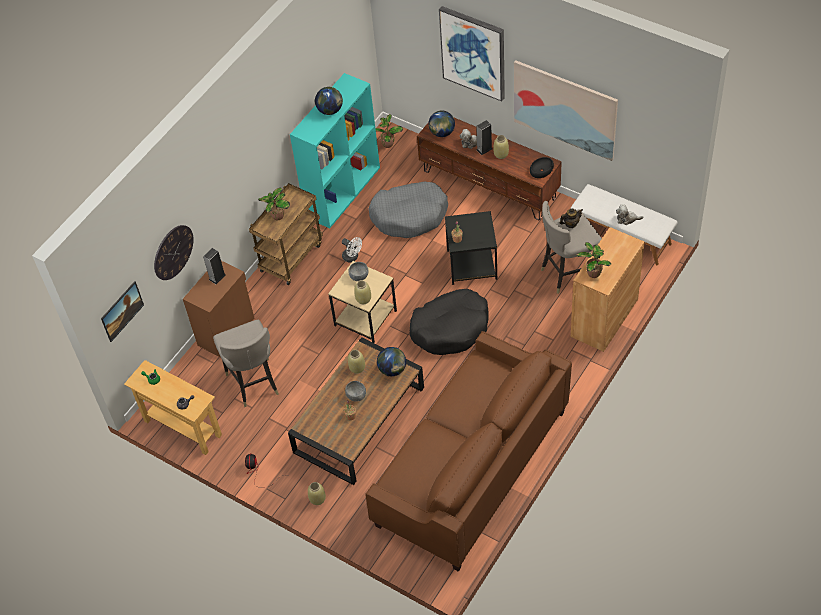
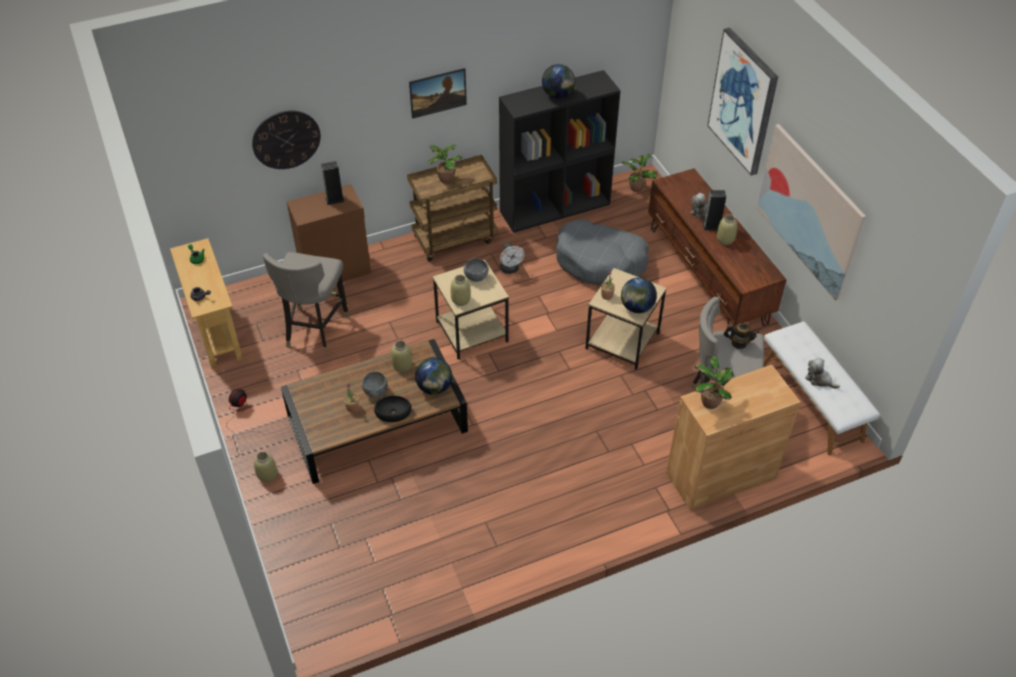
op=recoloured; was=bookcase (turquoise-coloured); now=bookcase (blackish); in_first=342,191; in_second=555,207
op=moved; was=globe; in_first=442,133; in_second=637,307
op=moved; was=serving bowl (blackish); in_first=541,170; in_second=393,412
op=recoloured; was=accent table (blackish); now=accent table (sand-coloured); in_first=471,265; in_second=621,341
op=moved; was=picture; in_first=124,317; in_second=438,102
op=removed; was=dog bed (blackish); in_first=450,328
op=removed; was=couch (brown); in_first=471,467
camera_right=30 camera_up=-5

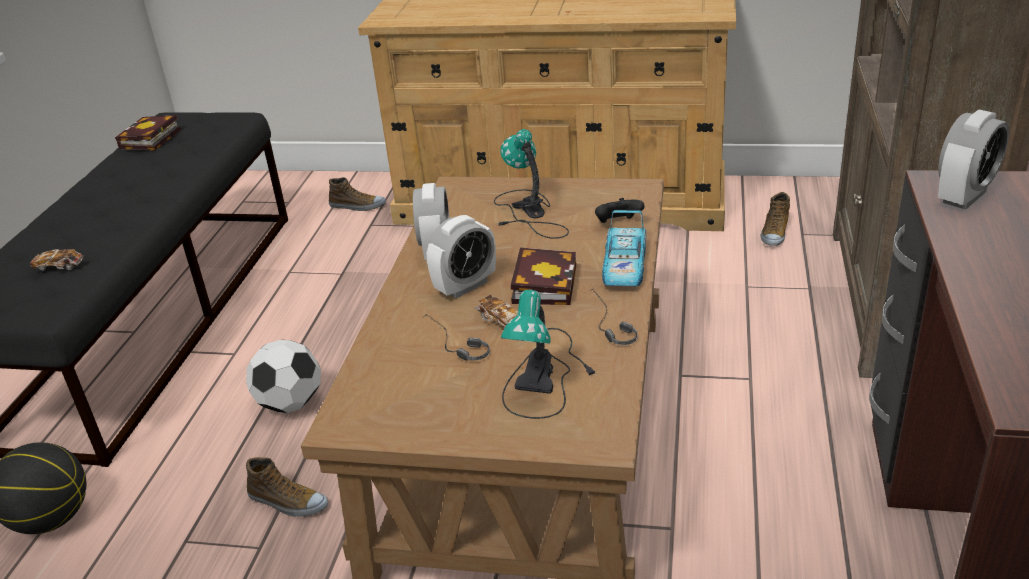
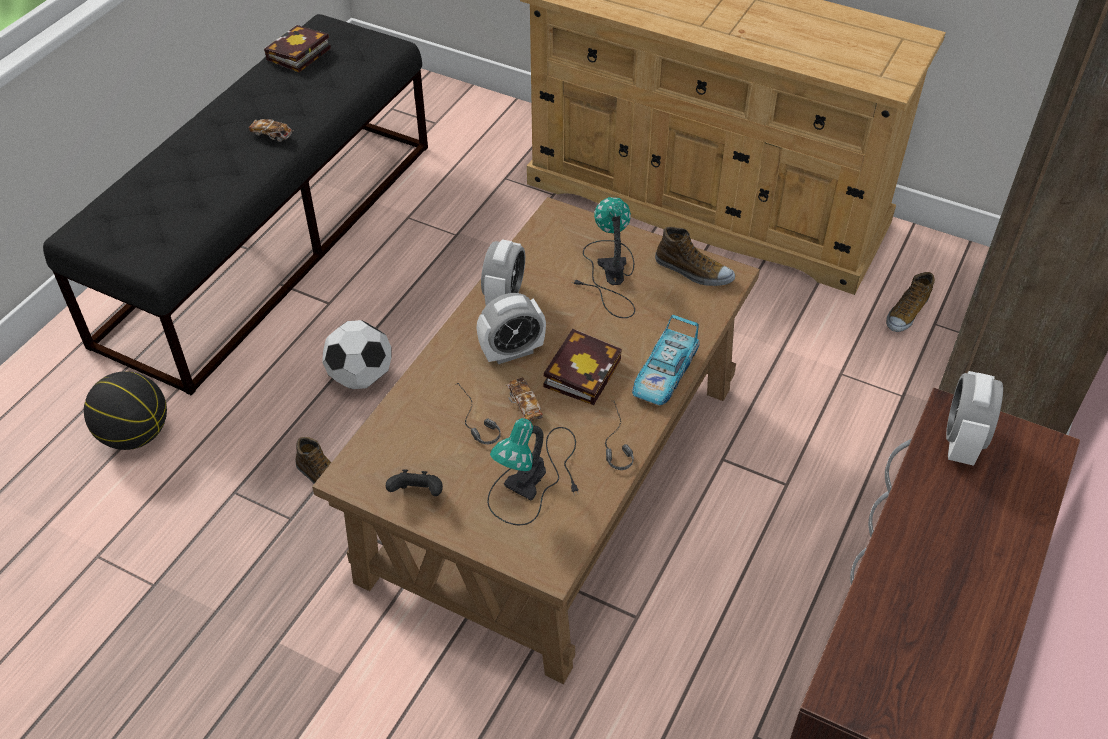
op=turned; was=table clock; in_first=964,197; in_second=961,442; clockwise=135
op=moved; was=low shoe; in_first=357,206; in_second=693,271
op=moved; was=game controller (blackish); in_first=617,224; in_second=417,494
op=moved; was=model car; in_first=59,267; in_second=272,135
camera_right=15 camera_up=15

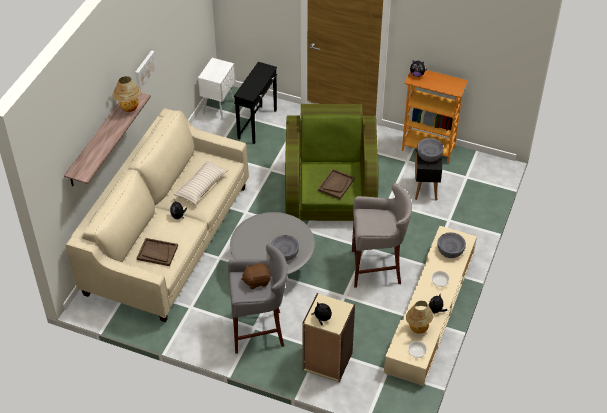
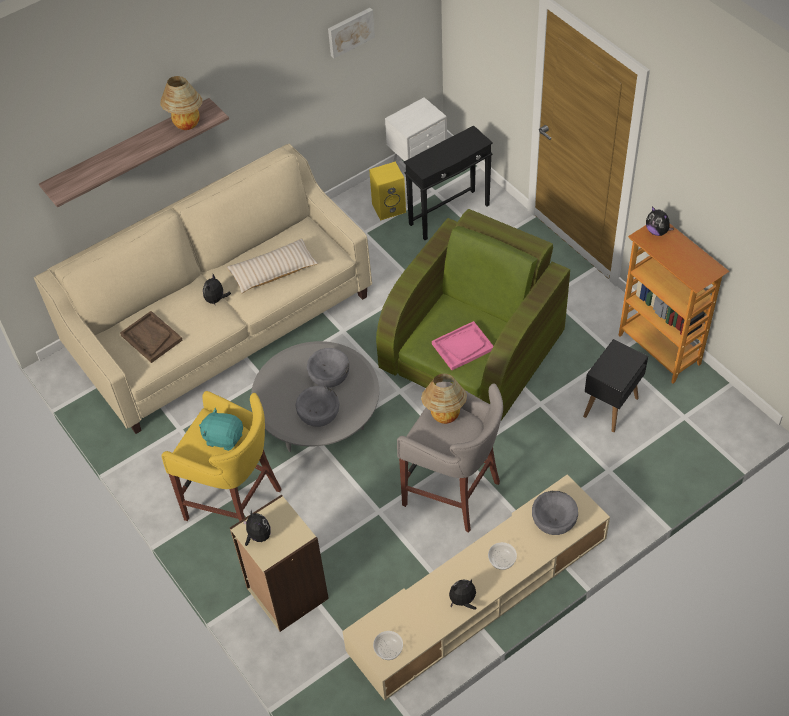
op=moved; was=picture; in_first=144,70; in_second=350,31
op=moved; was=serving bowl (grey); in_first=429,155; in_second=329,375
op=recoloured; was=serving tray (brown); now=serving tray (pink); in_first=336,185; in_second=463,346
op=recoloured; was=sitting stool (grey); now=sitting stool (yellow); in_first=259,330; in_second=236,503
op=recoloured; was=soft toy (brown); now=soft toy (turquoise-coloured); in_first=256,281; in_second=223,437
op=moved; was=table lamp; in_first=417,329; in_second=444,417
op=added; now=audio speaker (yellow); in_second=389,207
camera_right=35 camera_up=5

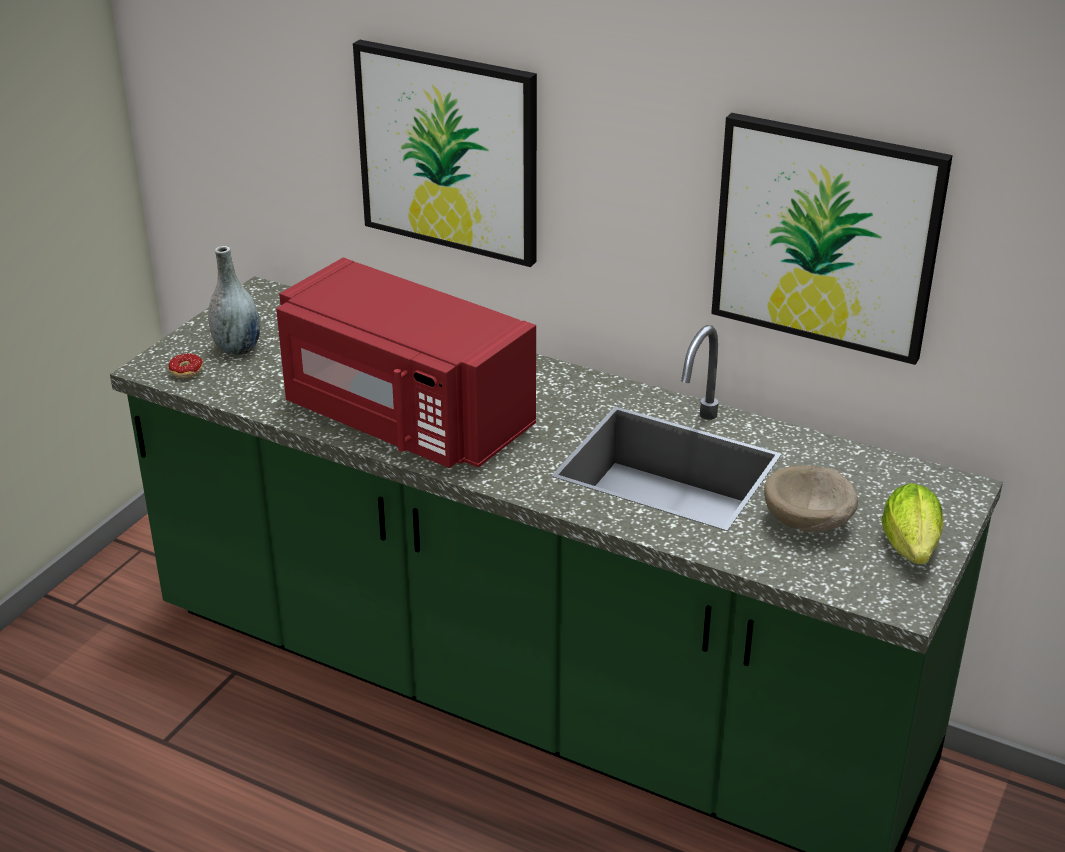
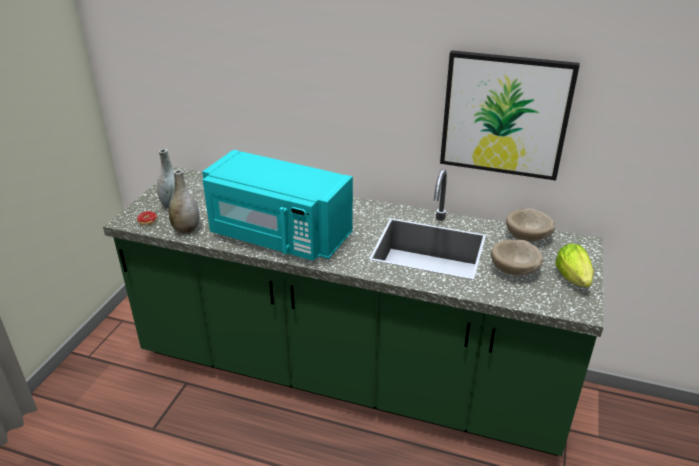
op=removed; was=picture; in_first=449,151
op=recoloured; was=microwave (red-coloured); now=microwave (turquoise-coloured); in_first=404,419; in_second=278,236
op=added; now=decorative vase (grey); in_second=186,229
op=added; now=serving bowl (sand-coloured); in_second=528,238
camera_right=-10 camera_up=0

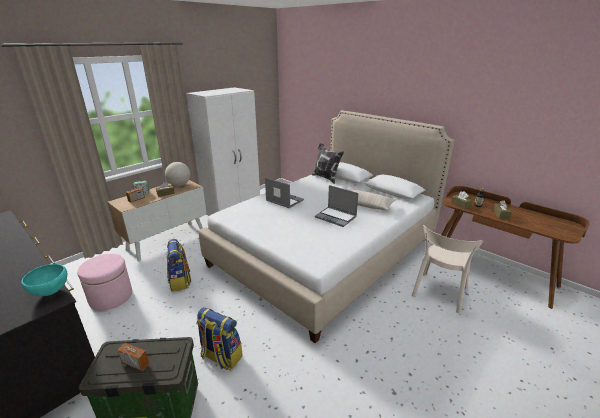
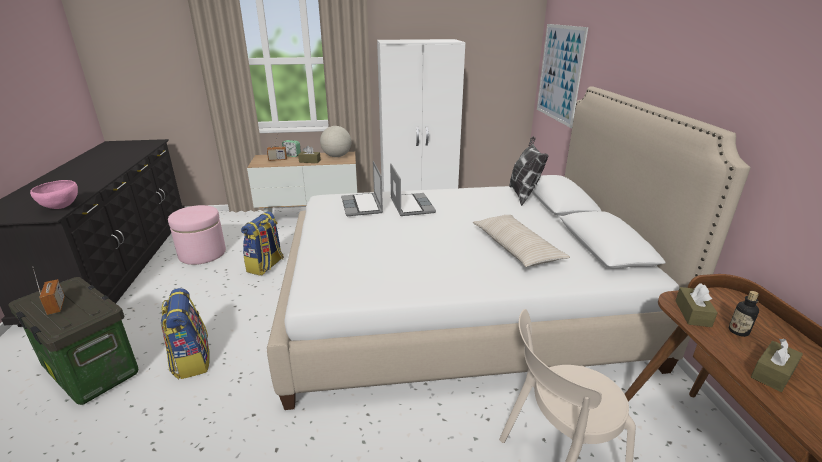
op=moved; was=notebook computer; in_first=336,217; in_second=362,206
op=recoloured; was=serving bowl (turquoise-coloured); now=serving bowl (pink); in_first=51,292; in_second=61,207
op=added; now=picture; in_second=559,73
camera_right=40 camera_up=0

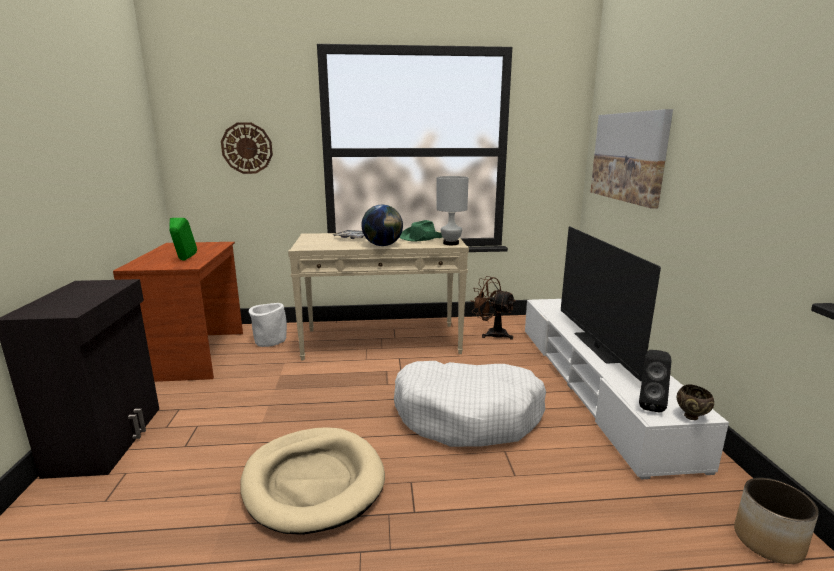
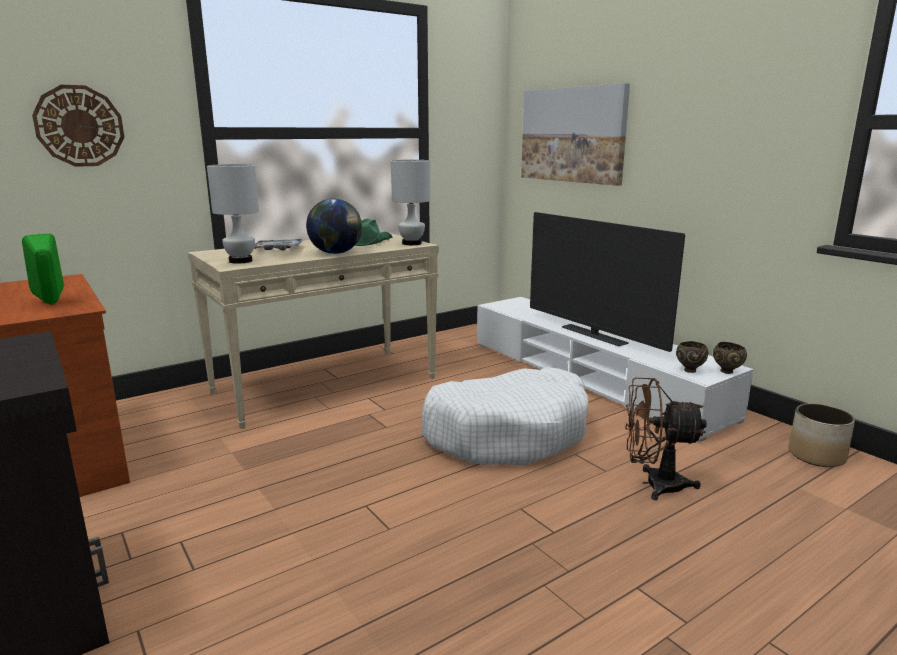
op=moved; was=fan (brown); in_first=492,333; in_second=654,484
op=removed; was=plant pot (white); in_first=270,341
op=replaced; was=audio speaker (blackish); now=serving bowl (brown); in_first=650,404; in_second=689,370
op=removed; was=dog bed (sand-coloured); in_first=313,482
op=added; now=table lamp (white); in_second=241,261
camera_right=-30 camera_up=0

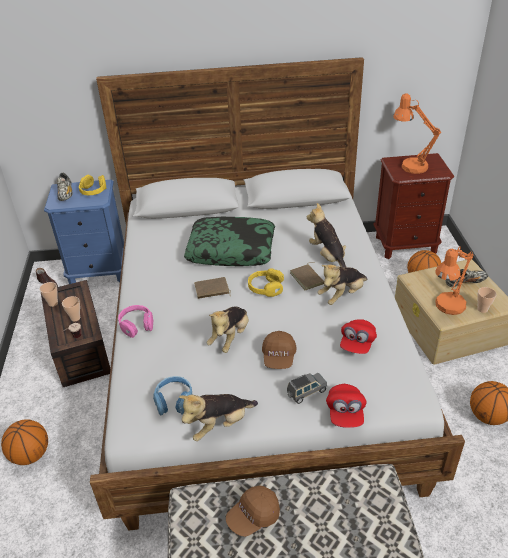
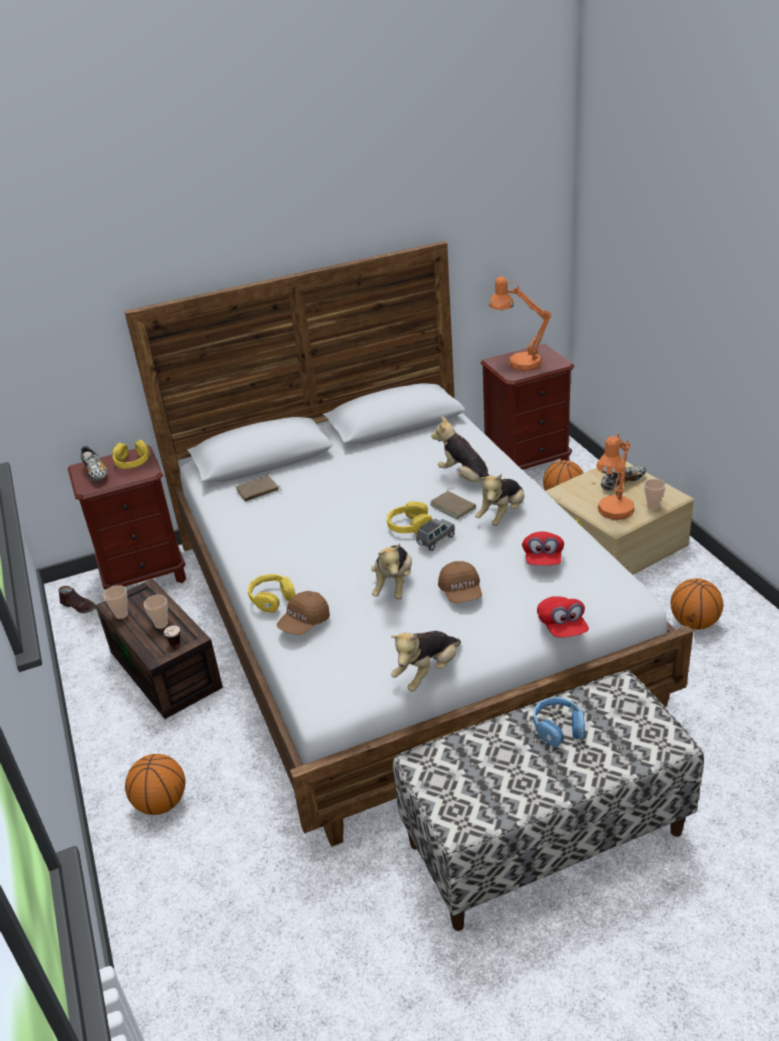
op=recoloured; was=nightstand (bluish); now=nightstand (brown); in_first=99,272; in_second=144,576
op=removed; was=cushion; in_first=231,249
op=moved; was=volume (brown); in_first=212,290; in_second=258,491
op=recoloured; was=pair of headphones (pink); now=pair of headphones (yellow); in_first=137,325; in_second=272,598
op=moved; was=model car (grey); in_first=306,392; in_second=435,541
op=moved; was=pair of headphones (bluish); in_first=174,400; in_second=558,728
op=moved; was=baseball cap (brown); in_first=253,516; in_second=304,623
camera_right=-15 camera_up=-5

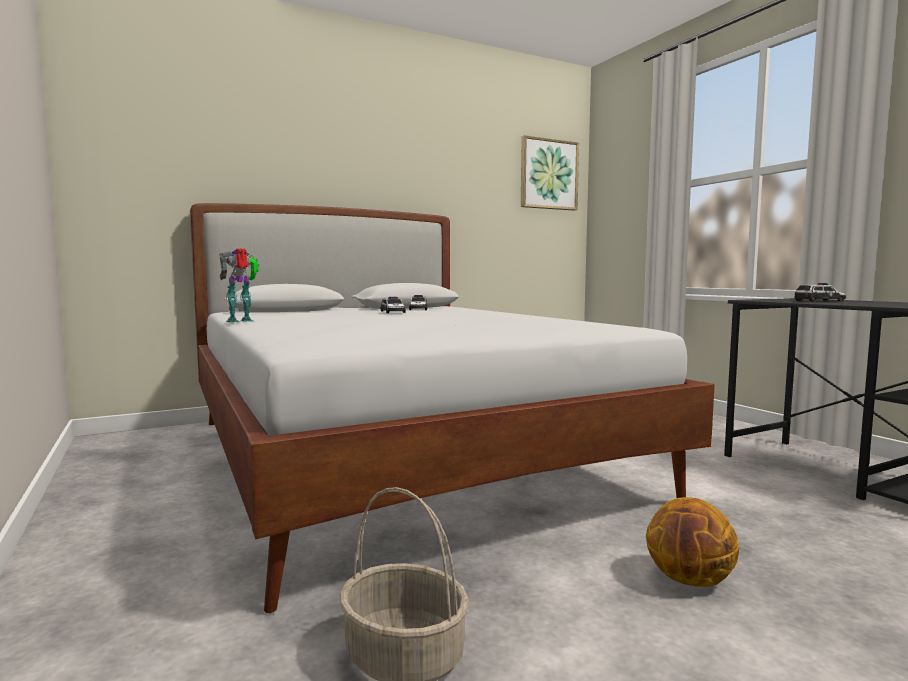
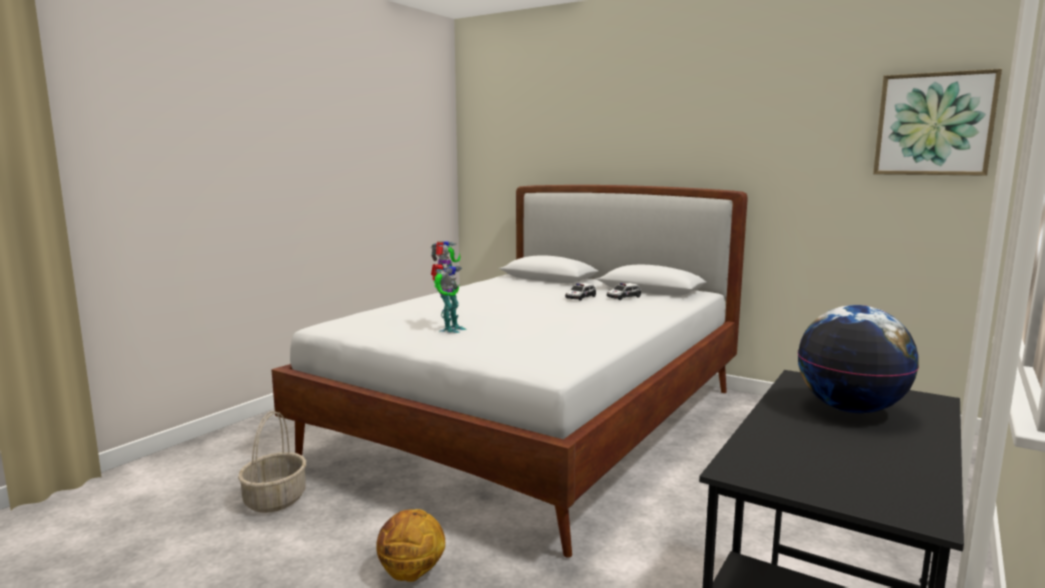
op=replaced; was=model car; now=globe; in_first=820,301; in_second=850,409
op=added; now=robot figure; in_second=449,329
camera_right=60 camera_up=5

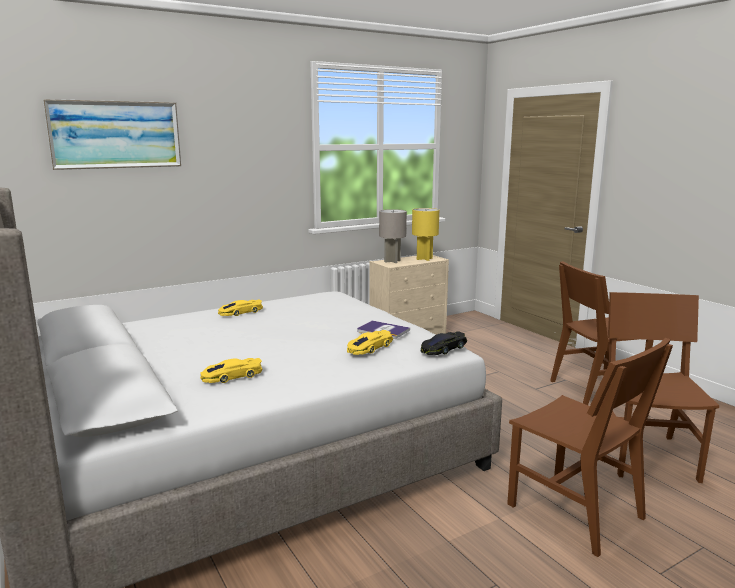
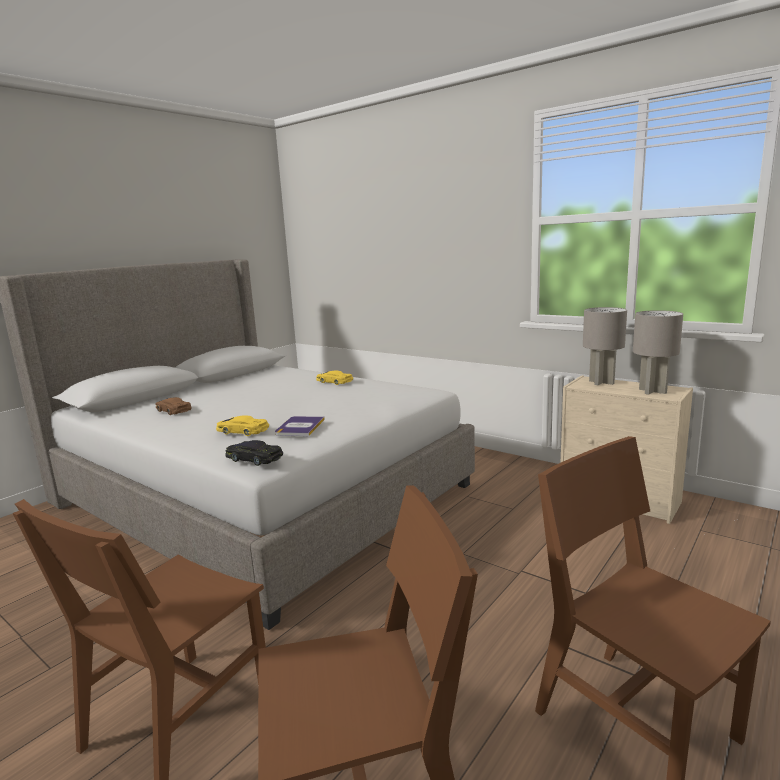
op=removed; was=picture; in_first=115,134
op=recoloured; was=table lamp (yellow); now=table lamp (grey); in_first=424,259; in_second=652,391
op=recoloured; was=model car (yellow); now=model car (brown); in_first=232,376; in_second=173,410
camera_right=70 camera_up=0

